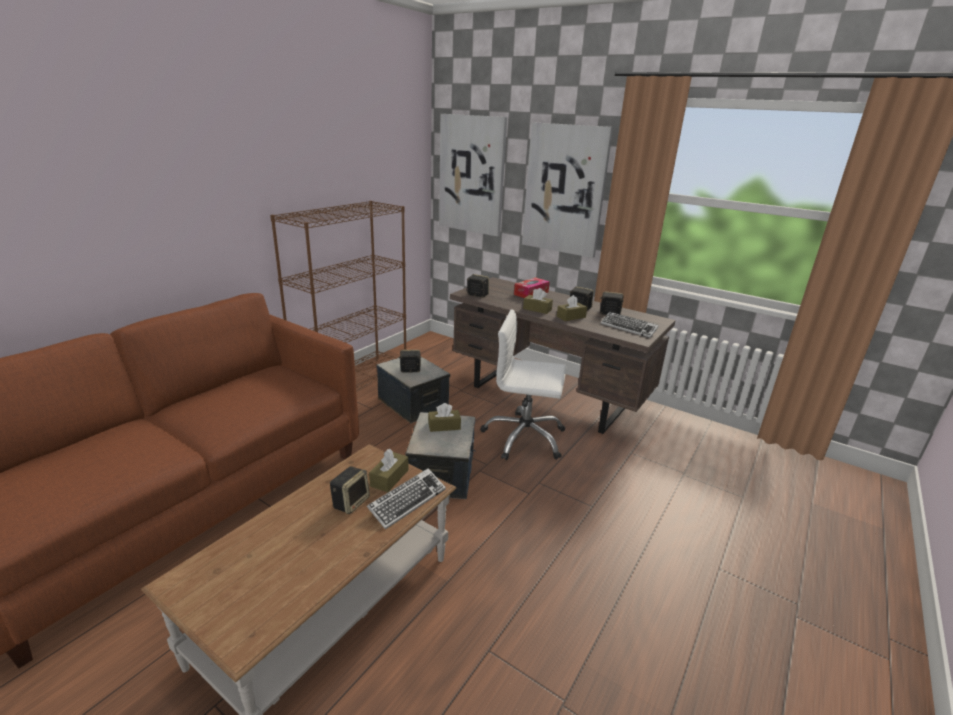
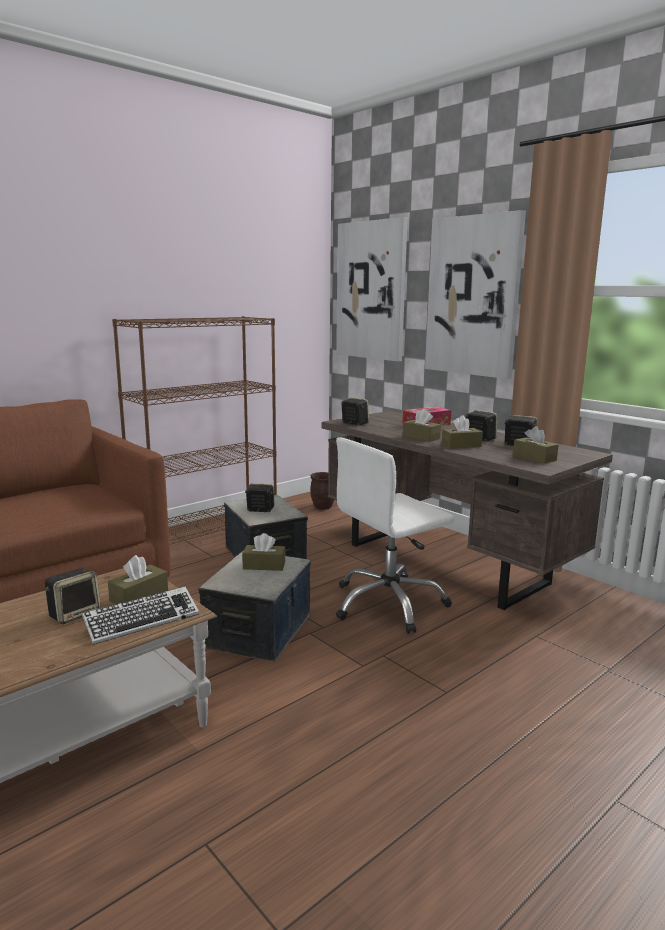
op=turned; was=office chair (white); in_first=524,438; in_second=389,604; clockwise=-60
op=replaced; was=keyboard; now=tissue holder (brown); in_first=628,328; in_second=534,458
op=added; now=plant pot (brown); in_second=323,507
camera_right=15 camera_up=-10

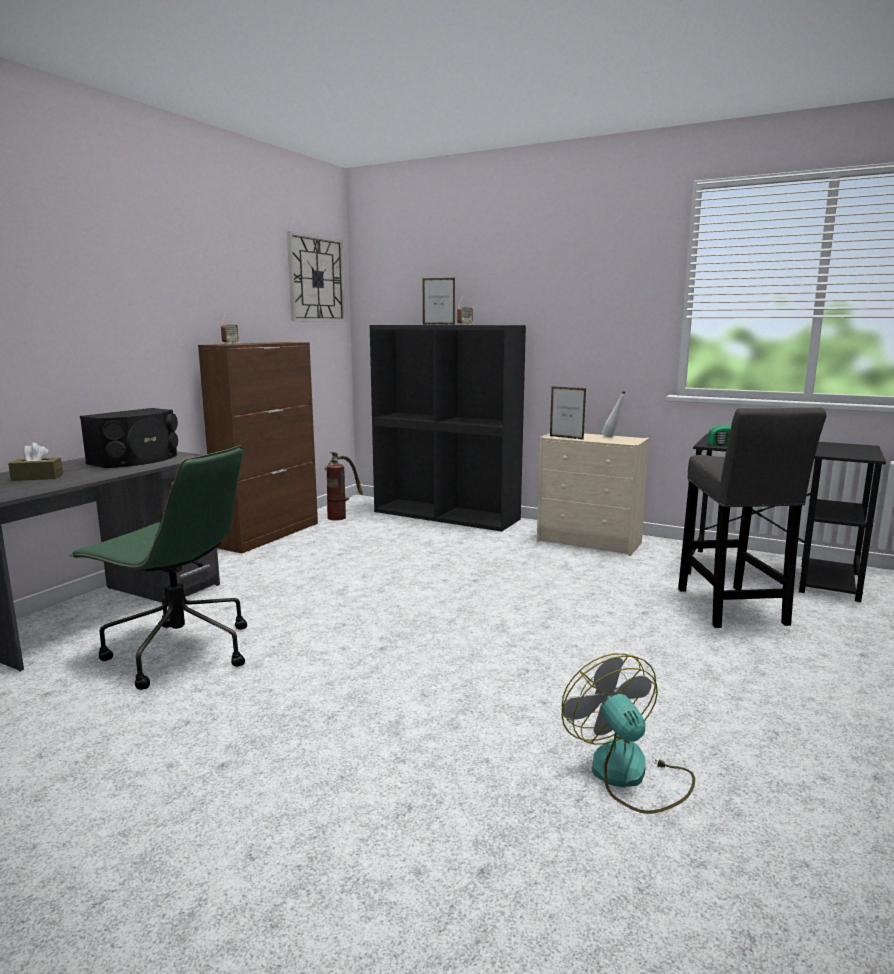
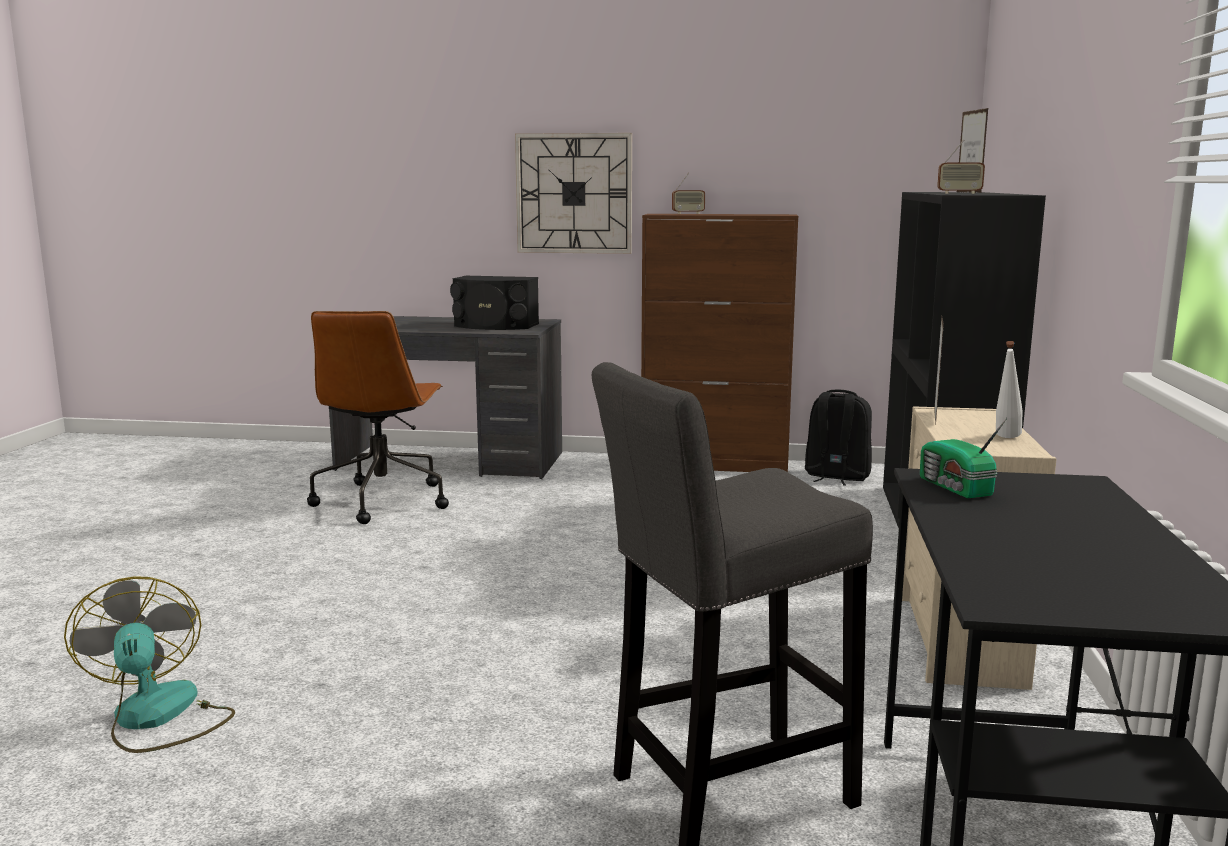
op=moved; was=wall clock; in_first=316,279; in_second=574,193
op=removed; was=tissue holder (brown); in_first=37,477
op=recoloured; was=office chair (greenish); now=office chair (brown); in_first=178,652; in_second=382,500
op=replaced; was=fire extinguisher; now=knapsack (blackish); in_first=341,516; in_second=836,477
op=turned; was=fan; in_first=629,775; in_second=158,718; clockwise=-75
camera_right=70 camera_up=0

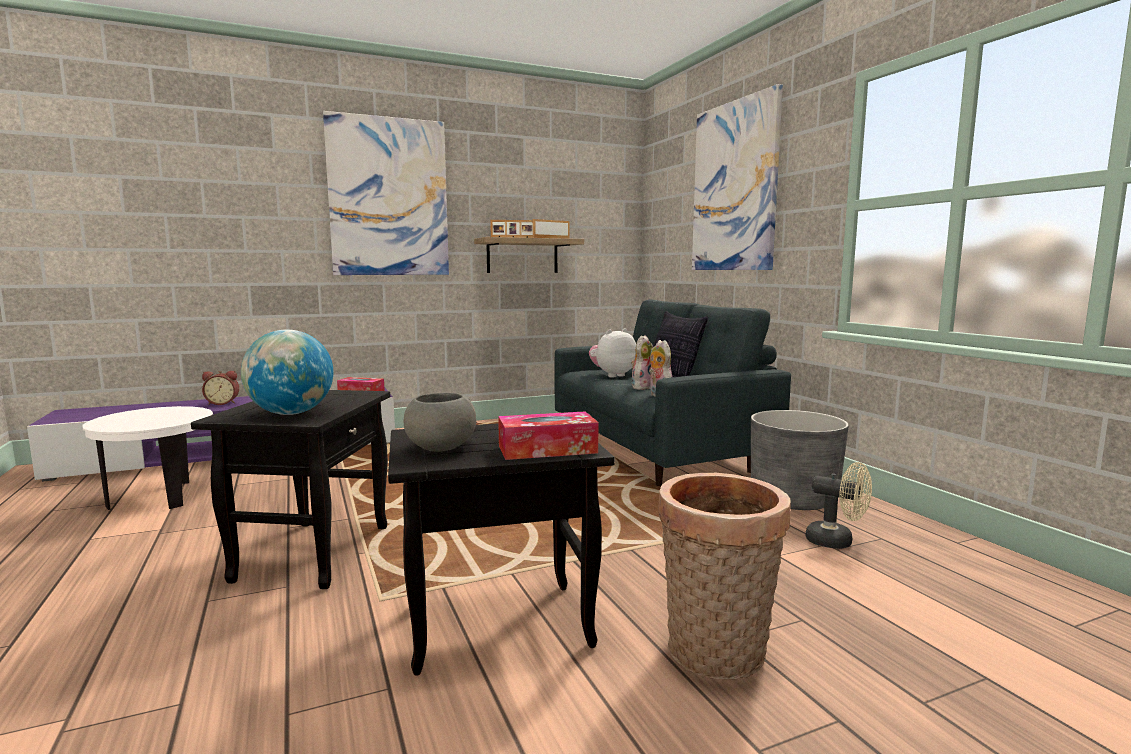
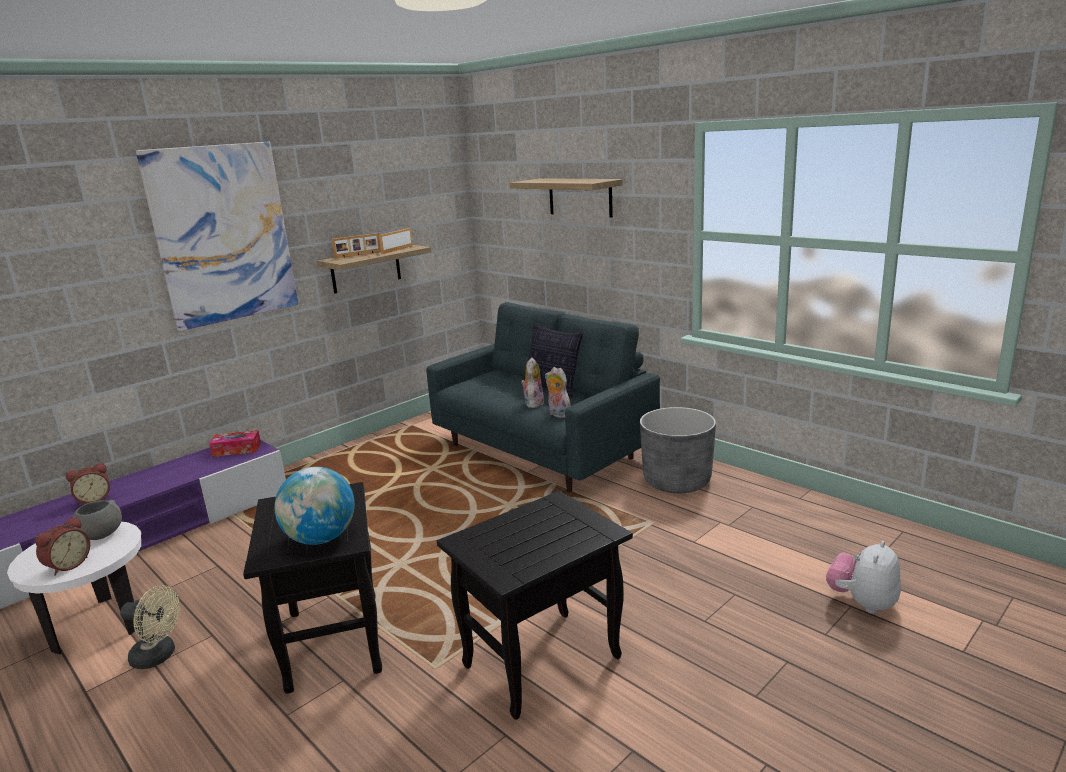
op=replaced; was=picture; now=shelf; in_first=734,187; in_second=580,197
op=moved; was=soft toy; in_first=612,375; in_second=862,603
op=moved; was=serving bowl (grey); in_first=440,448; in_second=101,535
op=removed; was=tissue holder; in_first=547,449
op=moved; was=fan (sand-coloured); in_first=837,542; in_second=159,656
op=removed; was=basket; in_first=716,655
op=added; now=table clock; in_second=67,565
camera_right=-20 camera_up=10

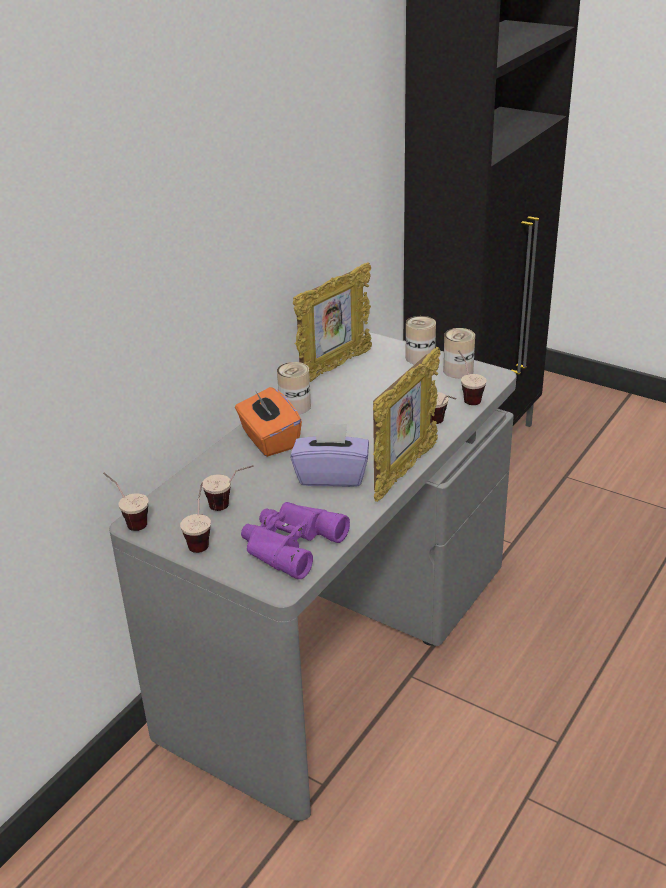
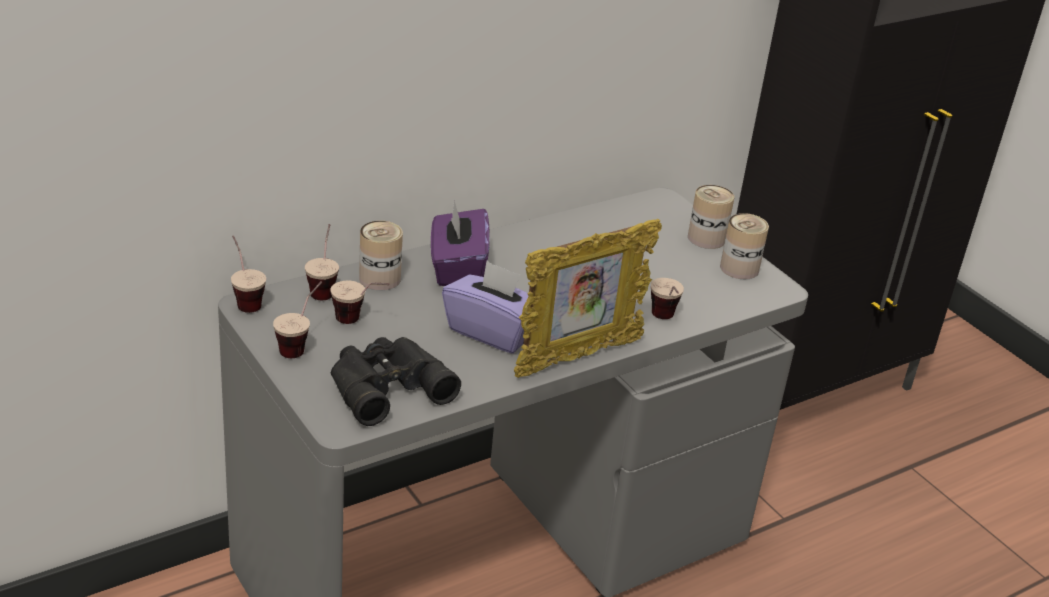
op=removed; was=picture frame; in_first=334,368
op=moved; was=cup; in_first=467,396; in_second=324,287
op=moved; was=sealed can; in_first=295,406; in_second=379,278
op=recoloured; was=tissue holder (orangey); now=tissue holder (purple); in_first=269,440; in_second=457,269
op=recoloured; was=pair of binoculars (purple); now=pair of binoculars (blackish); in_first=288,544; in_second=385,385
camera_right=20 camera_up=0

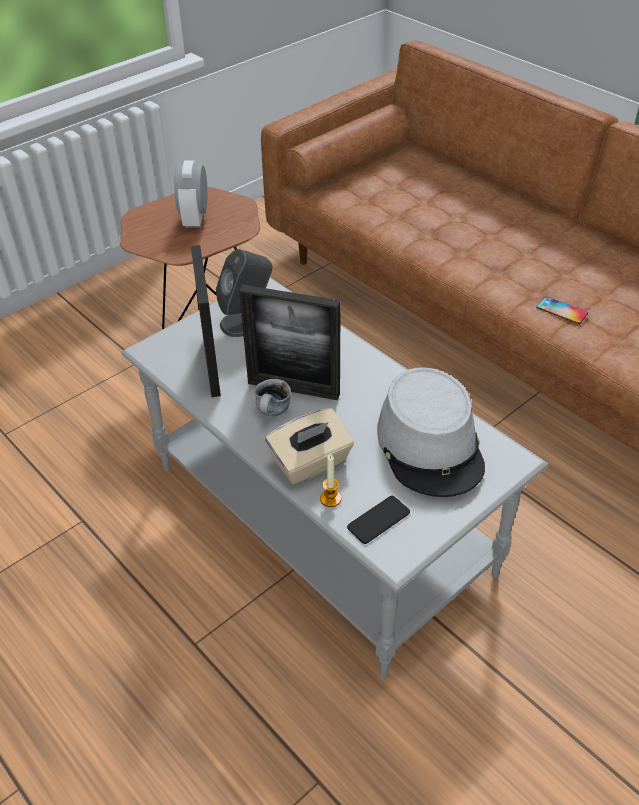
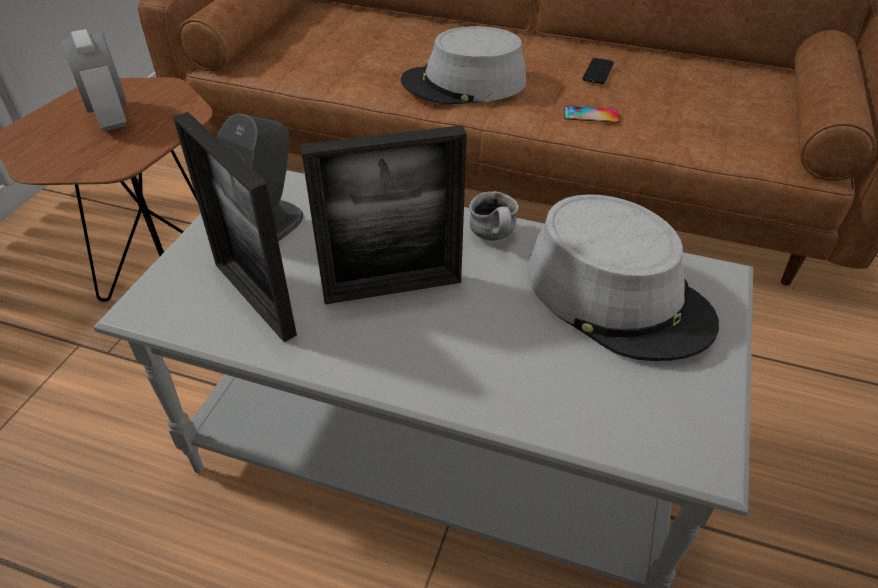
op=moved; was=mug; in_first=273,413; in_second=495,237
op=removed; was=tissue holder (sand-coloured); in_first=311,463
op=removed; was=wax candle; in_first=330,498
op=moved; was=phone; in_first=378,520; in_second=598,71
op=added; now=hat (grey); in_second=464,84
camera_right=-30 camera_up=0

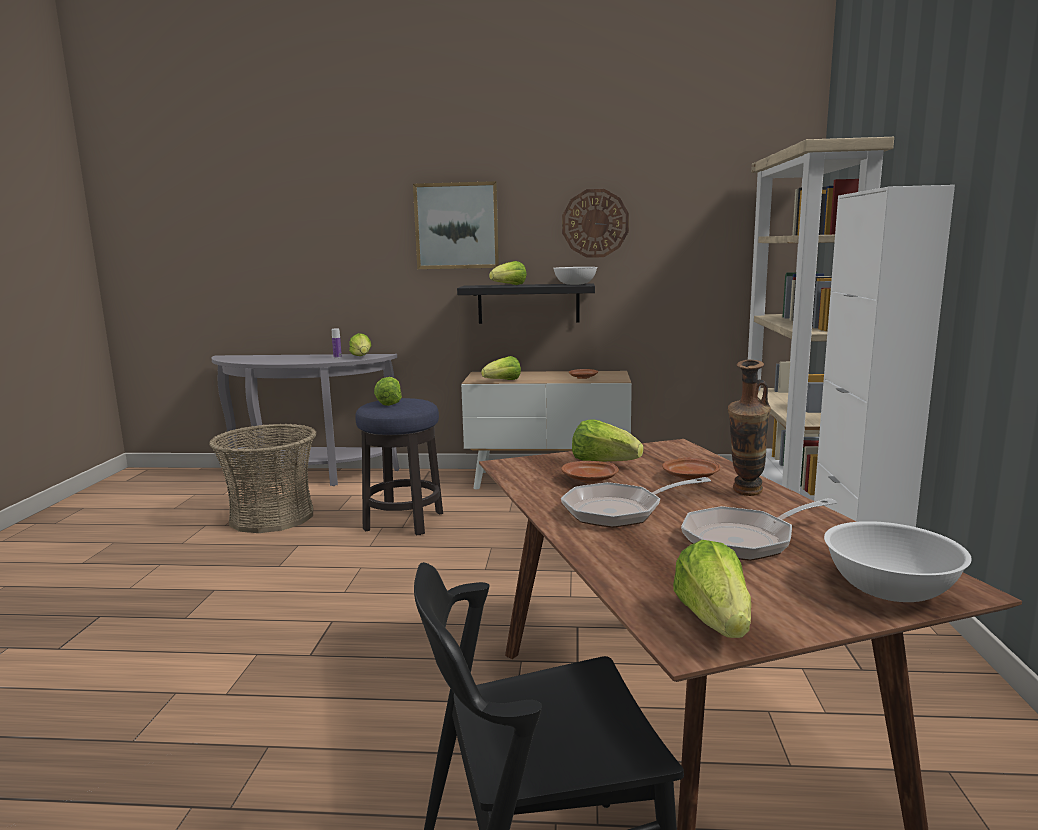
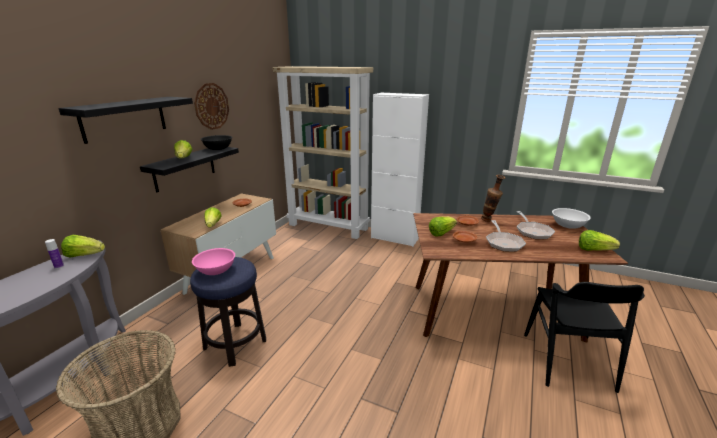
op=replaced; was=picture; now=shelf (blackish); in_first=457,226; in_second=124,118
op=recoloured; was=serving bowl (white); now=serving bowl (blackish); in_first=575,284; in_second=218,149
op=replaced; was=head of lettuce; now=serving bowl (pink); in_first=390,402; in_second=216,270
camera_right=-70 camera_up=10

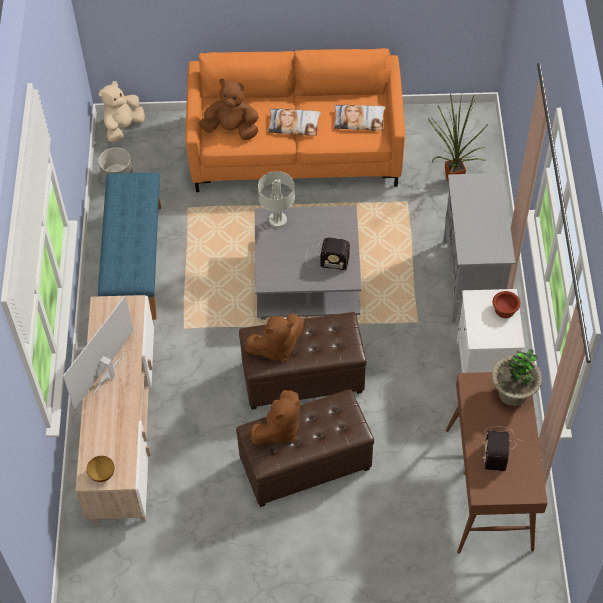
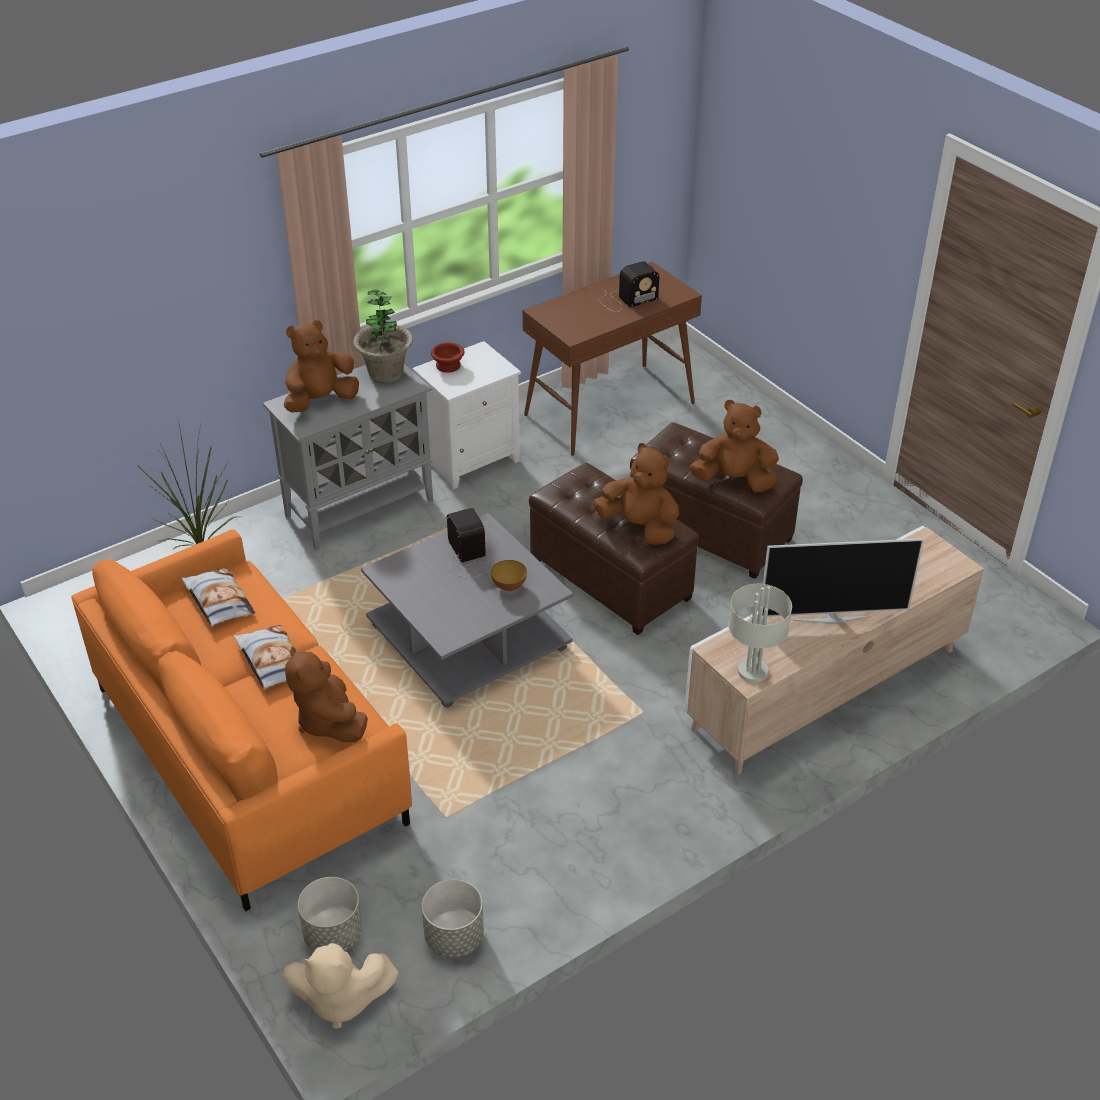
op=moved; was=table lamp (grey); in_first=277,220; in_second=752,672
op=removed; was=indoor bench (bluish); in_first=134,261
op=moved; was=plant in a pot; in_first=513,393; in_second=386,372
op=moved; was=serving bowl; in_first=102,475; in_second=509,586
op=added; now=soft toy (brown); in_second=320,401
op=added; now=plant pot (grey); in_second=333,935
camera_right=-125 camera_up=-15

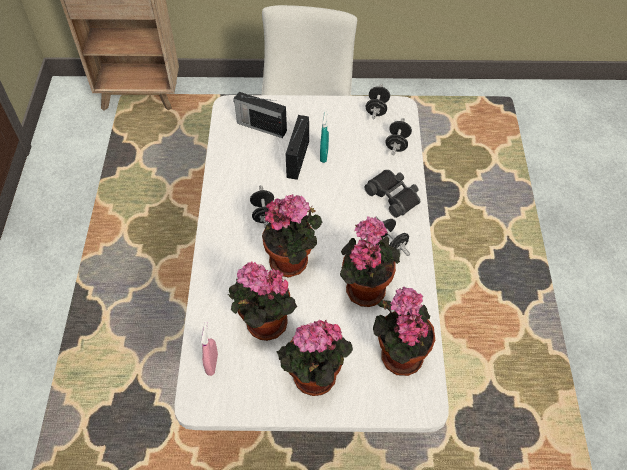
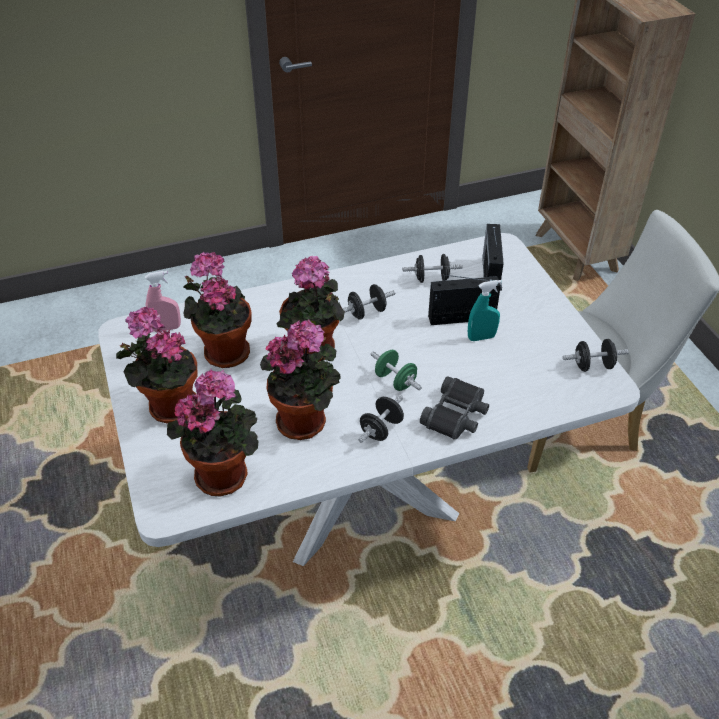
op=moved; was=free weight (blackish); in_first=397,144; in_second=431,279
op=added; now=free weight (greenish); in_second=395,381
camera_right=70 camera_up=-10

